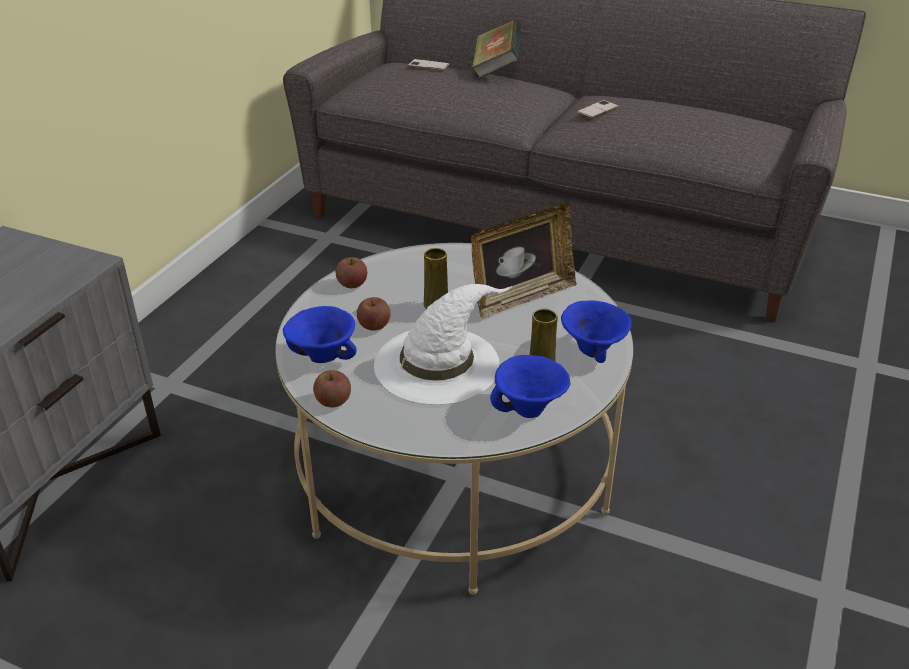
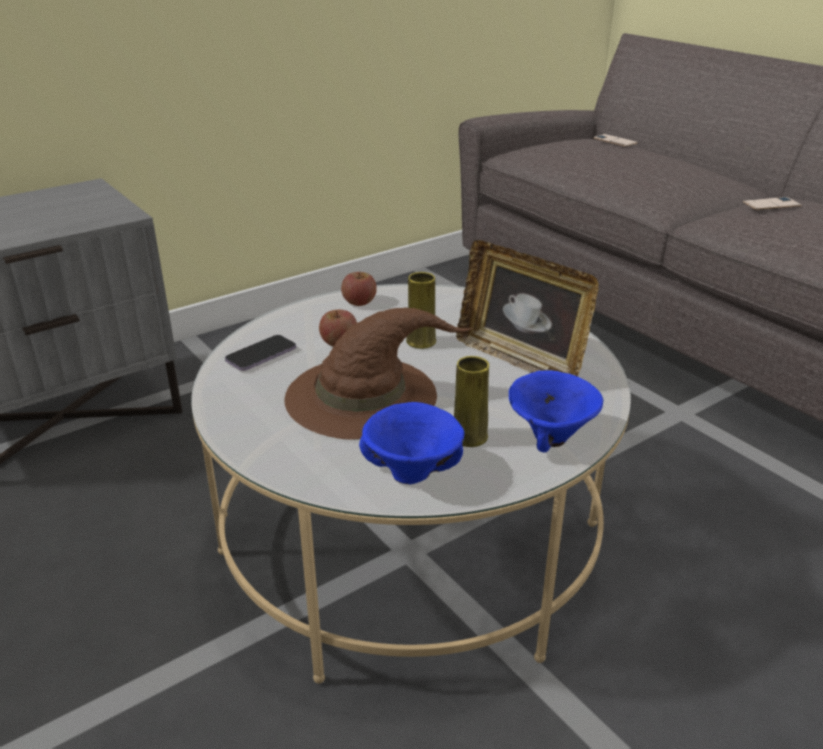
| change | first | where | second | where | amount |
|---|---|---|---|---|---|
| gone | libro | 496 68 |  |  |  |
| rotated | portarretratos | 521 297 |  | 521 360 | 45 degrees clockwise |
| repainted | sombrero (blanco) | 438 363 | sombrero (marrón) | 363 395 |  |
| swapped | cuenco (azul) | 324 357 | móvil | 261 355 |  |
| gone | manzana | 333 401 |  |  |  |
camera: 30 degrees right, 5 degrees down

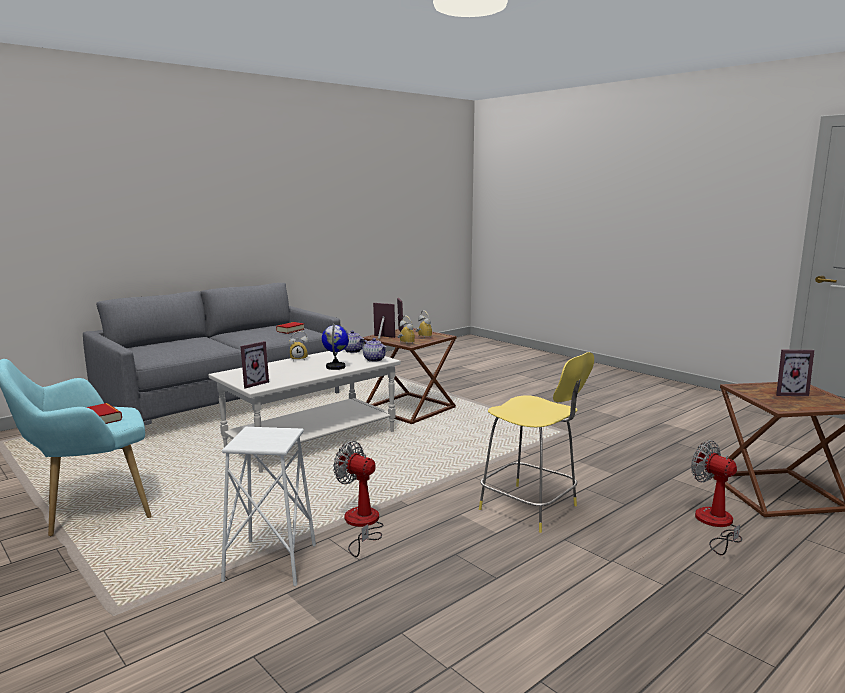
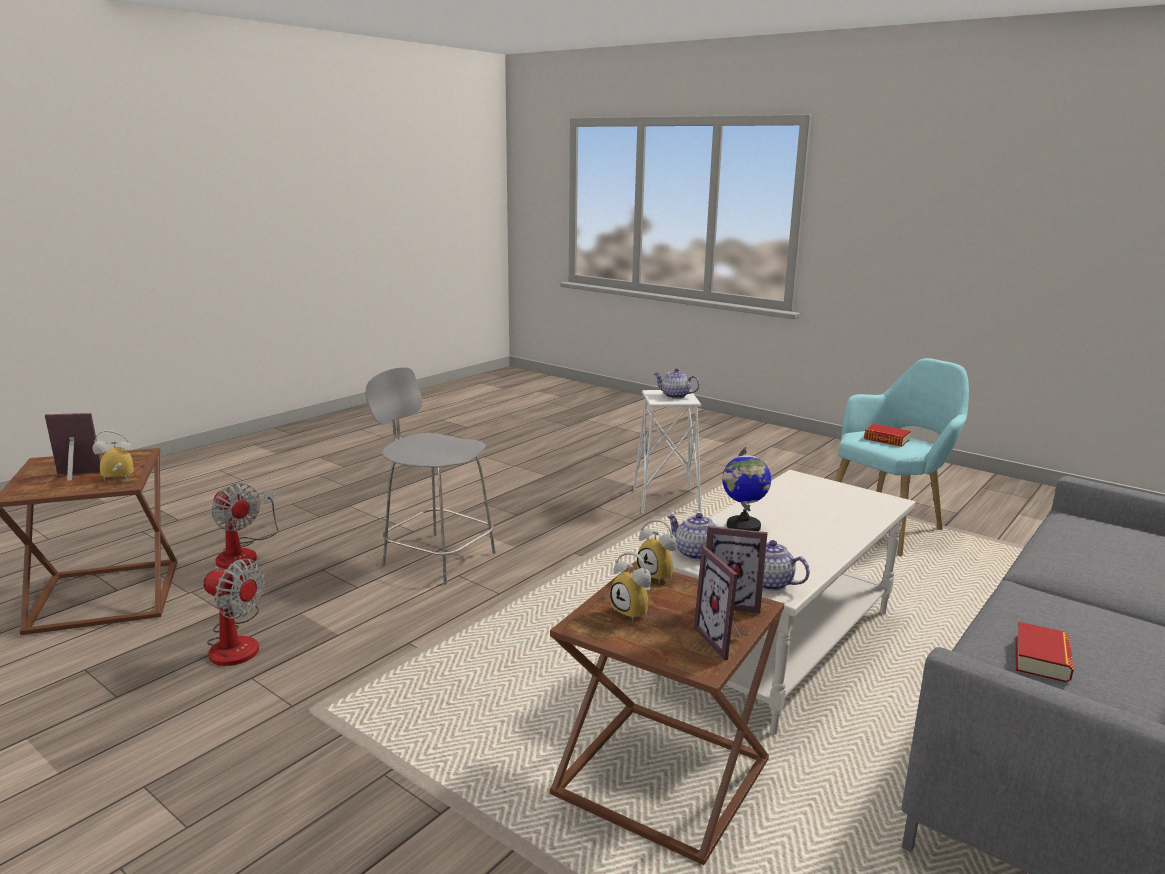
| change | first | where | second | where | amount |
|---|---|---|---|---|---|
| shifted | despertador | 299 359 |  | 117 479 |  |
| gone | portarretratos | 252 383 |  |  |  |
| repainted | taburete (amarillo) | 531 508 | taburete (gris) | 436 557 |  |
| shifted | ventilador | 361 524 |  | 236 642 |  |
| new |  |  | tetera | 675 396 |  |
camera: 170 degrees right, 5 degrees up

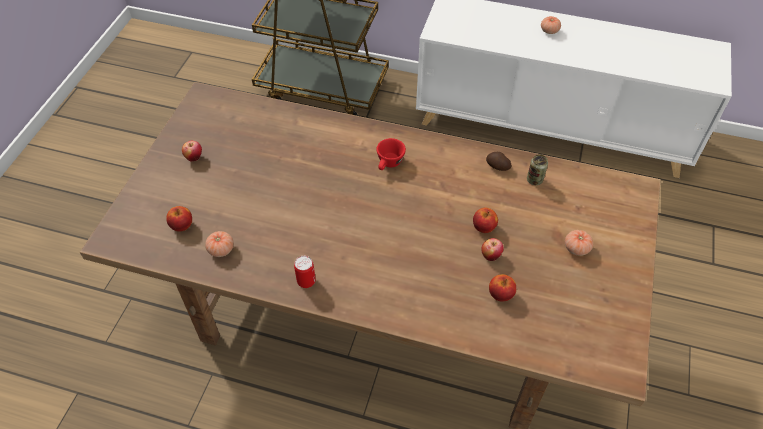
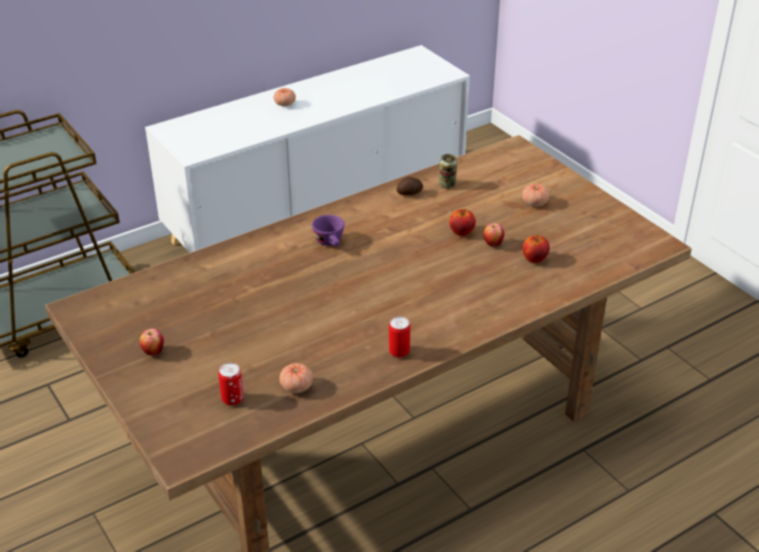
| change | first | where | second | where | amount |
|---|---|---|---|---|---|
| repainted | taza (rojo) | 389 164 | taza (morado) | 330 243 |  |
| swapped | manzana | 182 226 | lata | 232 399 |  |
camera: 50 degrees left, 15 degrees down

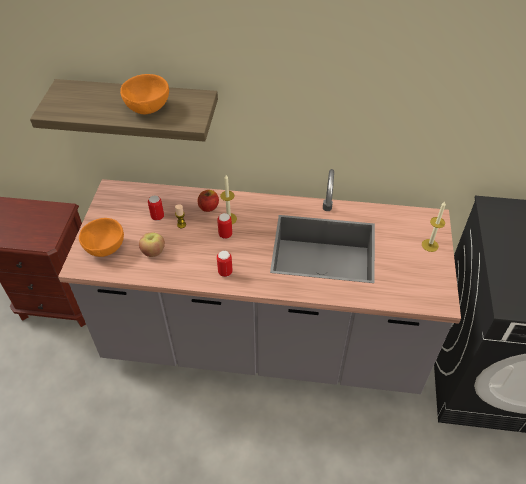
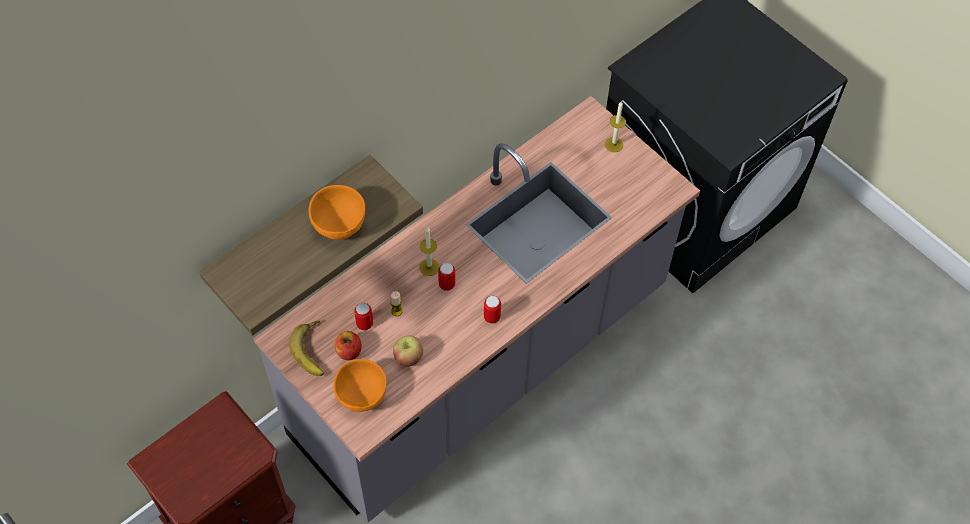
| change | first | where | second | where | amount |
|---|---|---|---|---|---|
| shifted | manzana | 208 207 |  | 349 351 |  |
| new |  |  | plátano | 314 350 |  |
camera: 50 degrees left, 10 degrees up

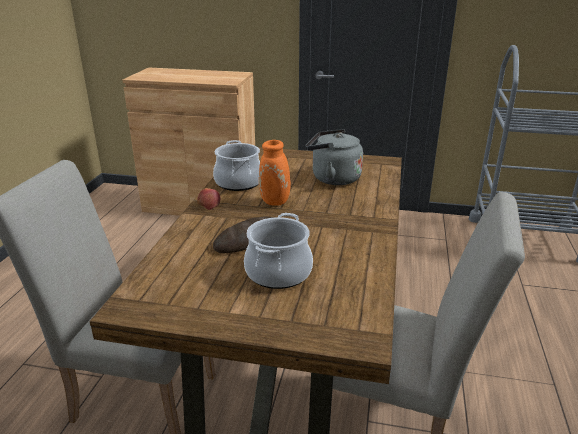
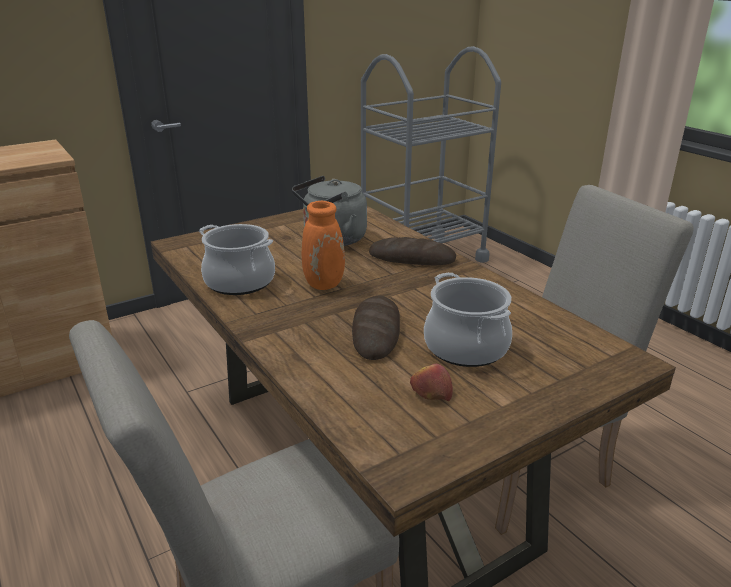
| change | first | where | second | where | amount |
|---|---|---|---|---|---|
| shifted | manzana | 208 204 |  | 430 392 |  |
| new |  |  | pan | 411 258 |  |
camera: 45 degrees left, 0 degrees up

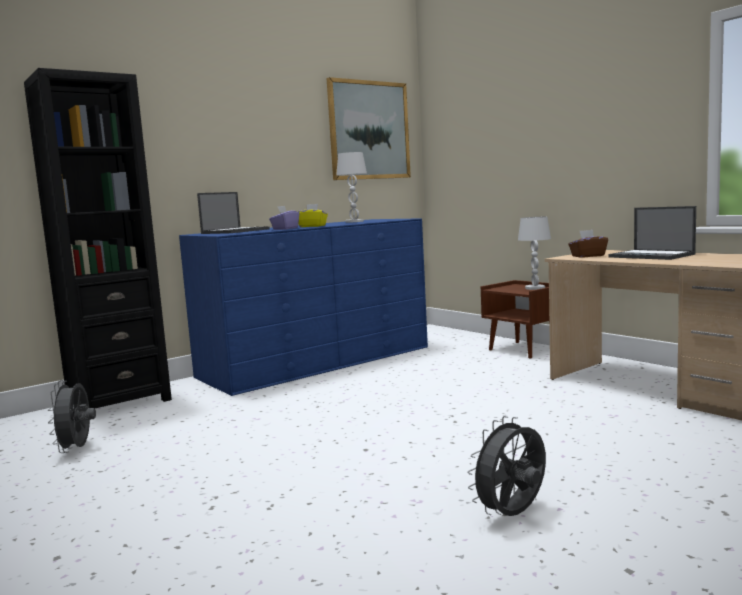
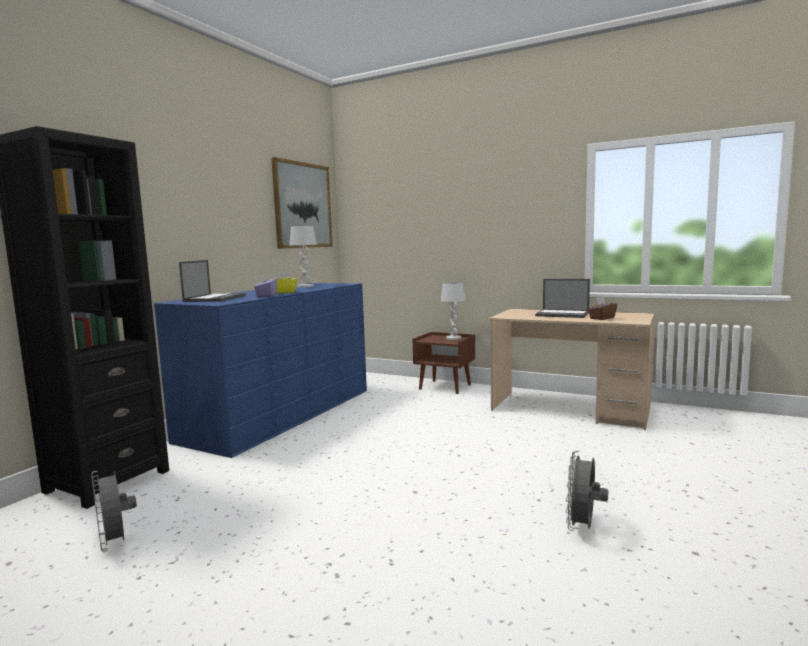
| change | first | where | second | where | amount |
|---|---|---|---|---|---|
| shifted | caja de pañuelos (marrón) | 587 256 |  | 601 318 |  |
camera: 25 degrees left, 0 degrees up

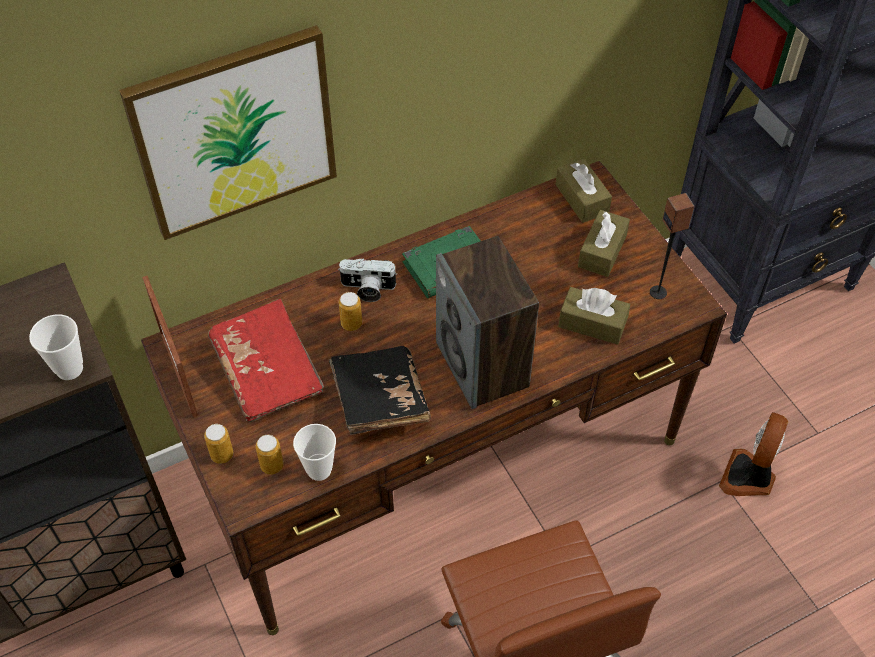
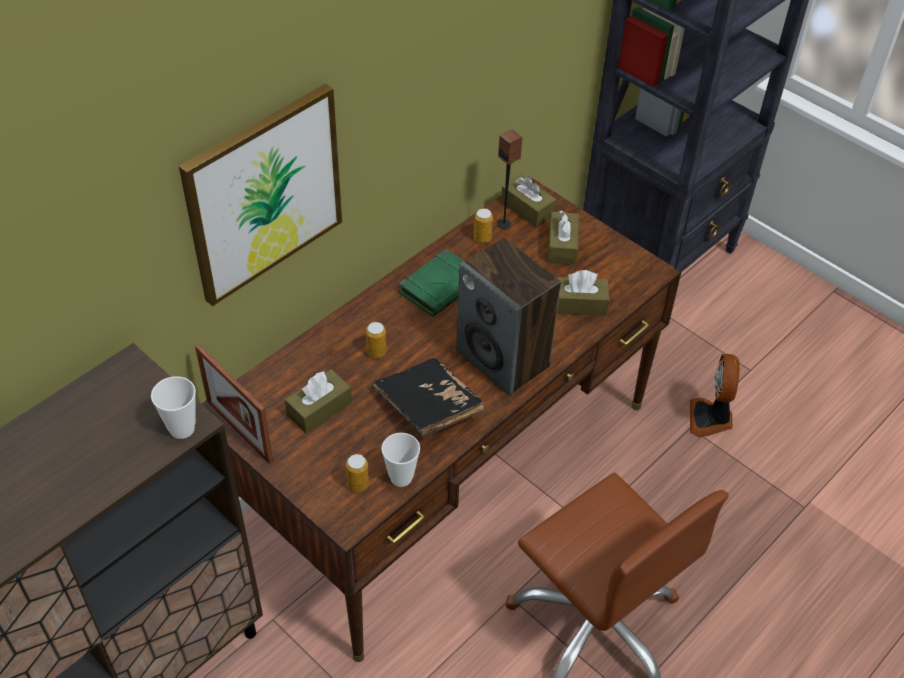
| change | first | where | second | where | amount |
|---|---|---|---|---|---|
| shifted | altavoz | 658 292 |  | 504 224 |  |
| gone | cámara | 367 289 |  |  |  |
| swapped | libro (rojo) | 267 371 | caja de pañuelos (marrón) | 319 409 |  |
| shifted | lata | 222 454 |  | 482 238 |  |
camera: 20 degrees left, 5 degrees down

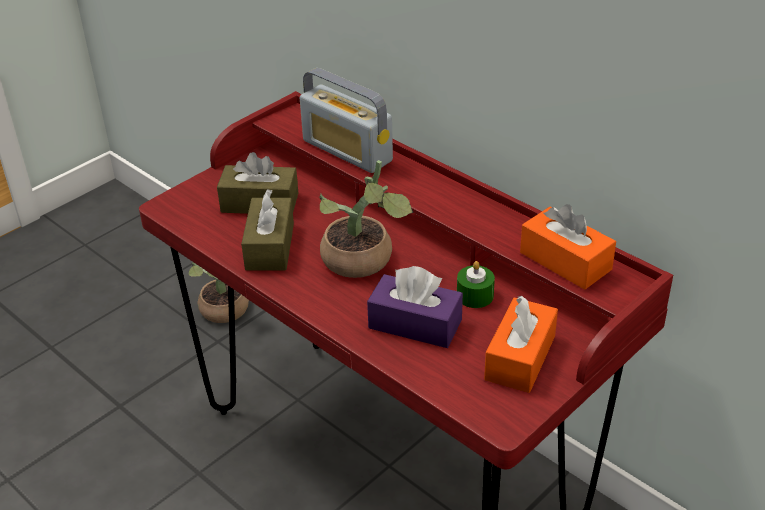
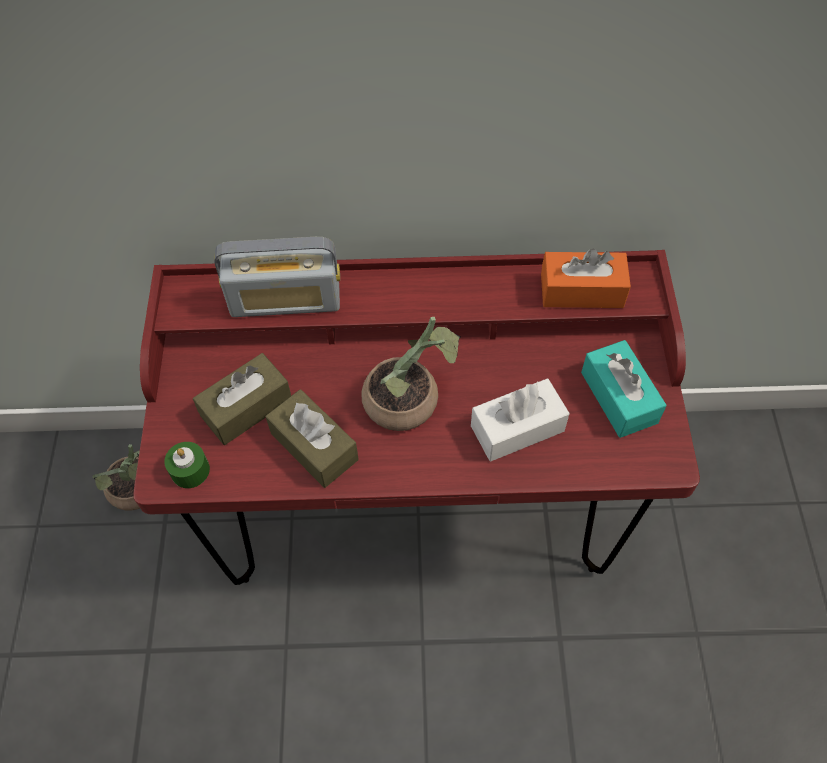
| change | first | where | second | where | amount |
|---|---|---|---|---|---|
| shifted | vela (verde) | 475 295 |  | 190 470 |  |
| repainted | caja de pañuelos (morado) | 415 324 | caja de pañuelos (blanco) | 517 428 |  |
| repainted | caja de pañuelos (naranja) | 520 357 | caja de pañuelos (turquesa) | 619 397 |  |
camera: 45 degrees left, 20 degrees up

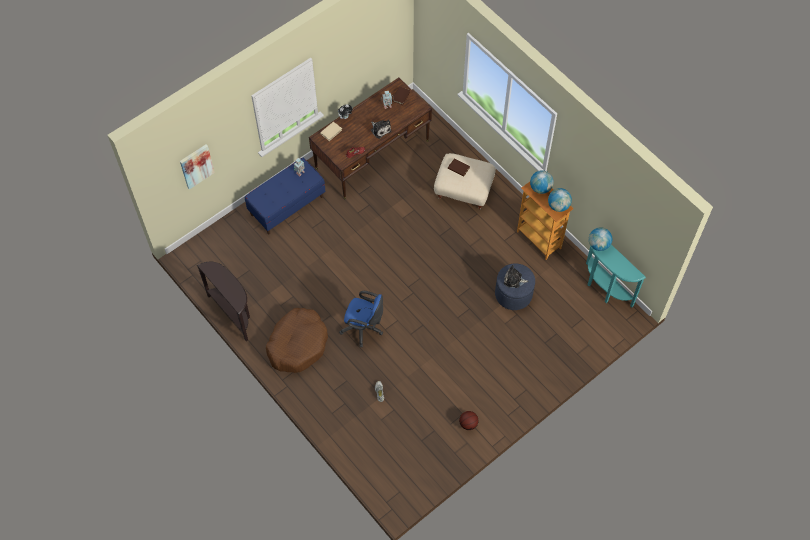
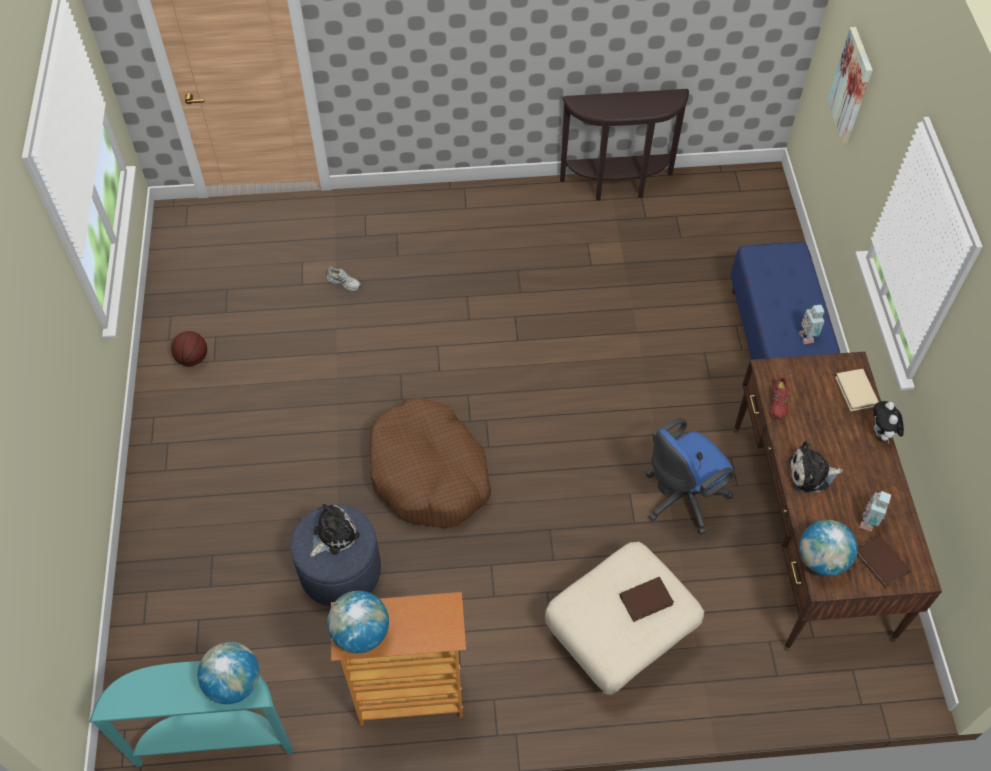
| change | first | where | second | where | amount |
|---|---|---|---|---|---|
| shifted | globo terráqueo | 540 188 |  | 821 560 |  |
| shifted | silla de oficina (azul) | 364 328 |  | 680 499 |  |
| shifted | cama para perro (marrón) | 297 344 |  | 429 473 |  |
camera: 125 degrees right, 5 degrees down

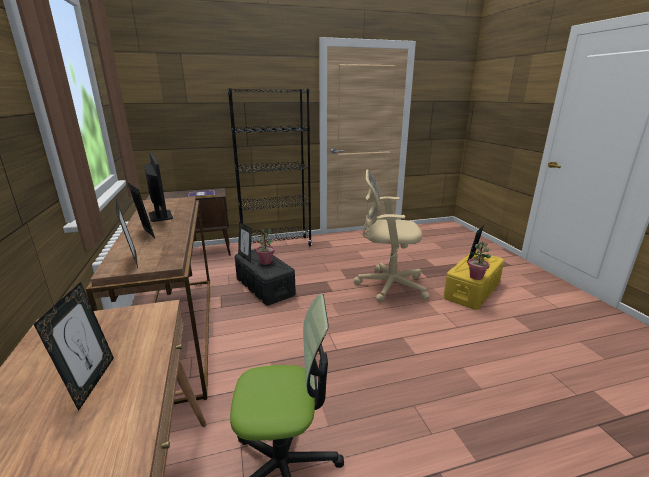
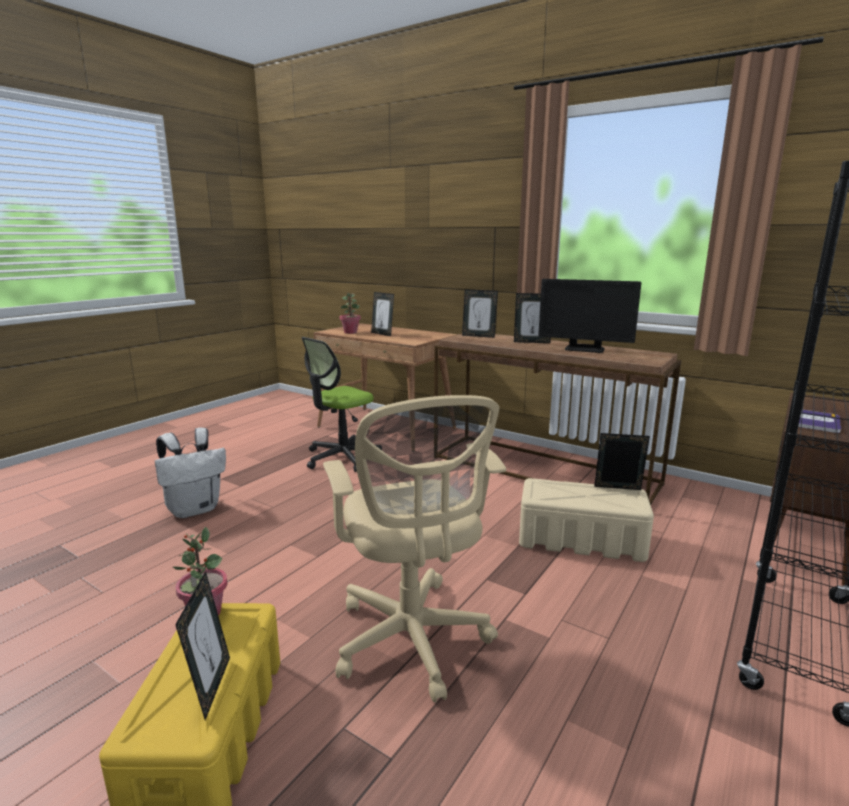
| change | first | where | second | where | amount |
|---|---|---|---|---|---|
| rotated | silla de oficina (beis) | 387 285 |  | 412 642 | 105 degrees clockwise |
| shifted | planta en maceta | 266 262 |  | 350 332 |  |
| repainted | caja de almacenaje (negro) | 265 287 | caja de almacenaje (beis) | 579 540 |  |
| new |  |  | mochila (blanco) | 195 509 |  |
camera: 140 degrees right, 5 degrees down

